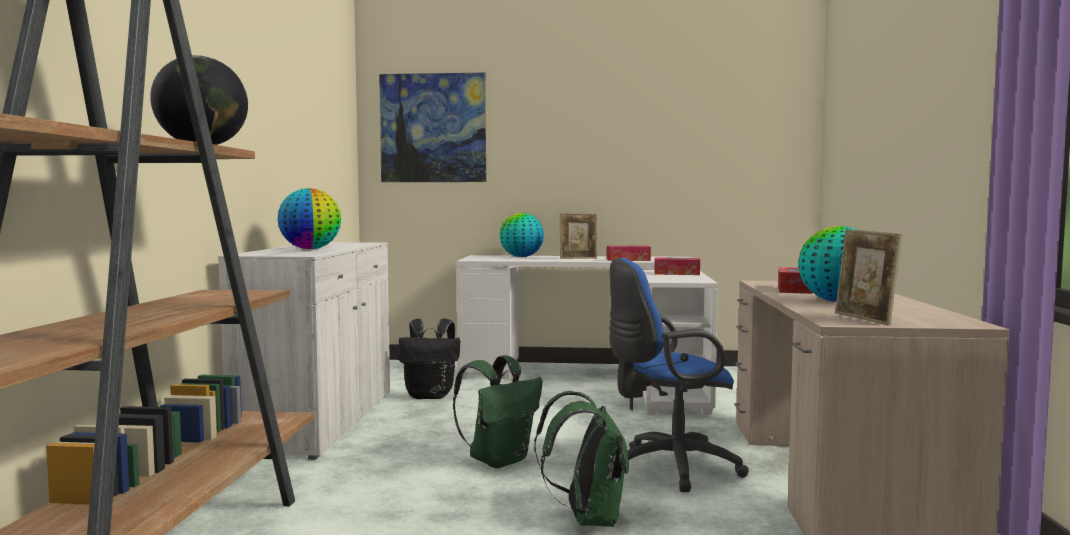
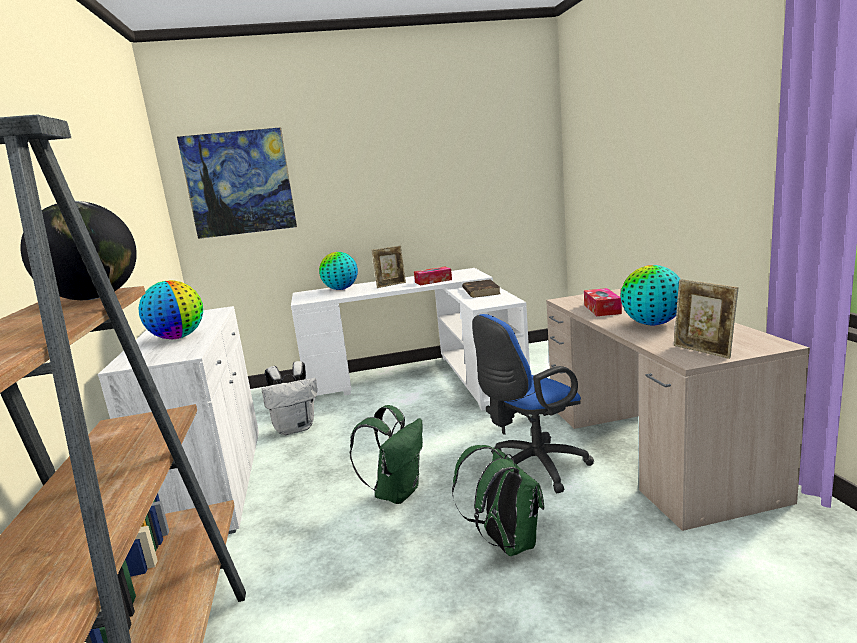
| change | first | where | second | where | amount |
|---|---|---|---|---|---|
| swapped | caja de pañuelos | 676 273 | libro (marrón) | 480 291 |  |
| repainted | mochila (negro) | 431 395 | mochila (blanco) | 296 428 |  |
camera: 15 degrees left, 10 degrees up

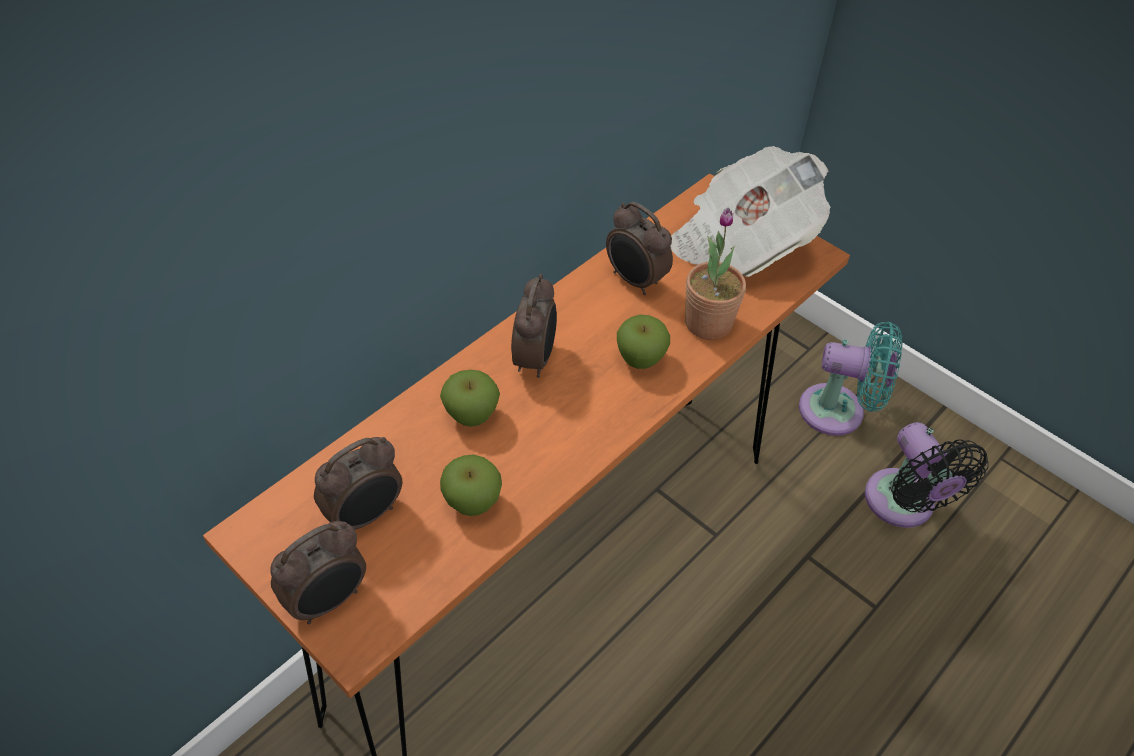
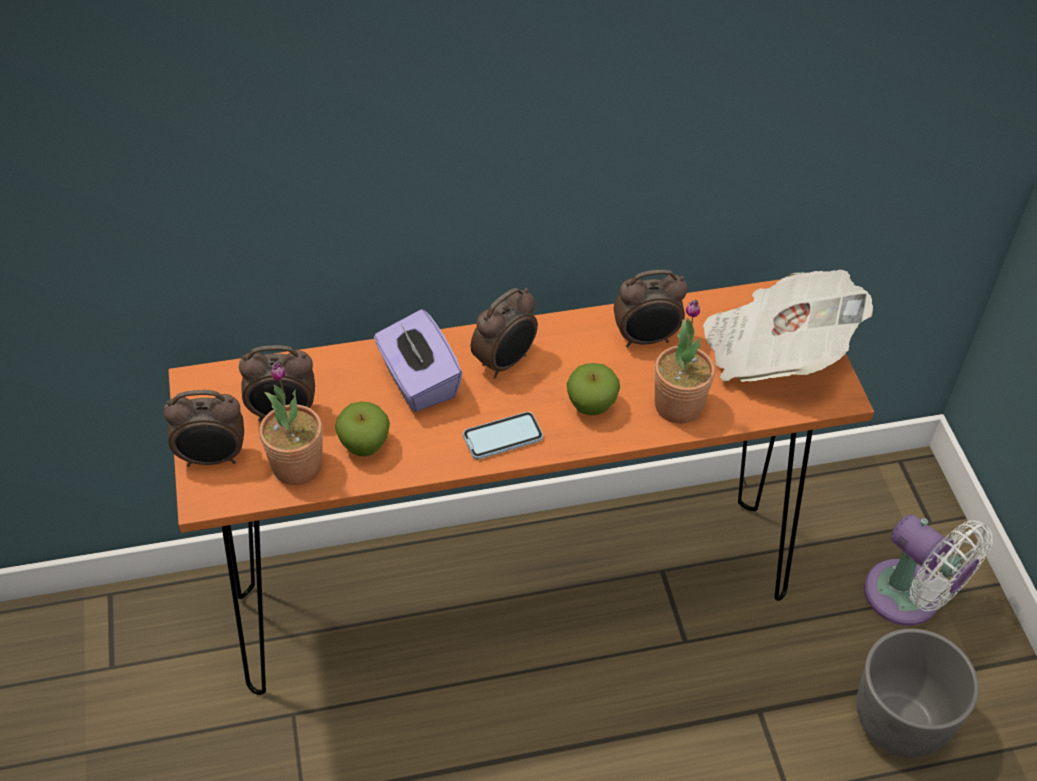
| change | first | where | second | where | amount |
|---|---|---|---|---|---|
| rotated | despertador | 635 281 |  | 646 339 | 90 degrees counterclockwise |
| repainted | ventilador (turquesa) | 838 411 | ventilador (blanco) | 909 599 |  |
| swapped | manzana | 471 415 | caja de pañuelos (morado) | 418 381 |  |
| swapped | ventilador (negro) | 903 505 | maceta (gris) | 900 722 |  |
| new |  |  | planta en maceta | 297 465 |  |
| new |  |  | móvil | 503 437 |  |
camera: 35 degrees right, 0 degrees up

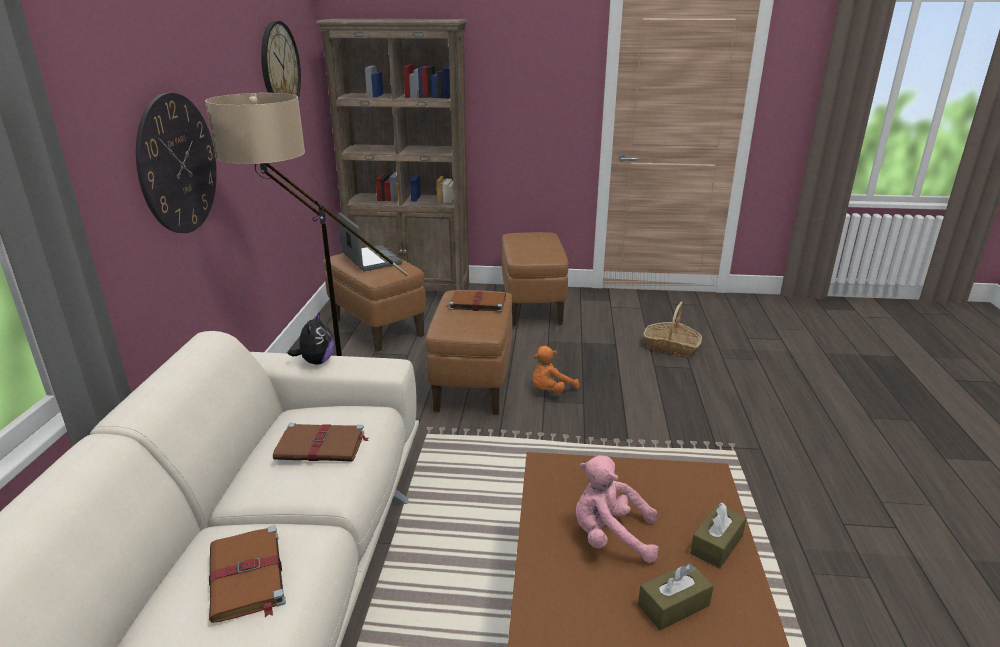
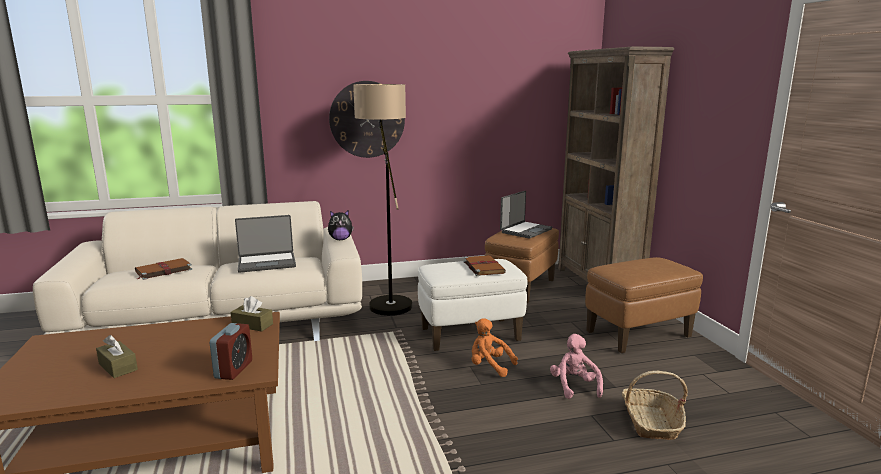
| change | first | where | second | where | amount |
|---|---|---|---|---|---|
| gone | reloj de pared | 279 67 |  |  |  |
| repainted | puf (marrón) | 473 384 | puf (blanco) | 470 334 |  |
| swapped | libro (marrón) | 322 446 | portátil | 267 263 |  |
| shifted | peluche (rosa) | 610 537 |  | 574 386 |  |
| shifted | caja de pañuelos (marrón) | 716 544 |  | 252 325 |  |
| new |  |  | despertador | 233 369 |  |
camera: 70 degrees right, 10 degrees down

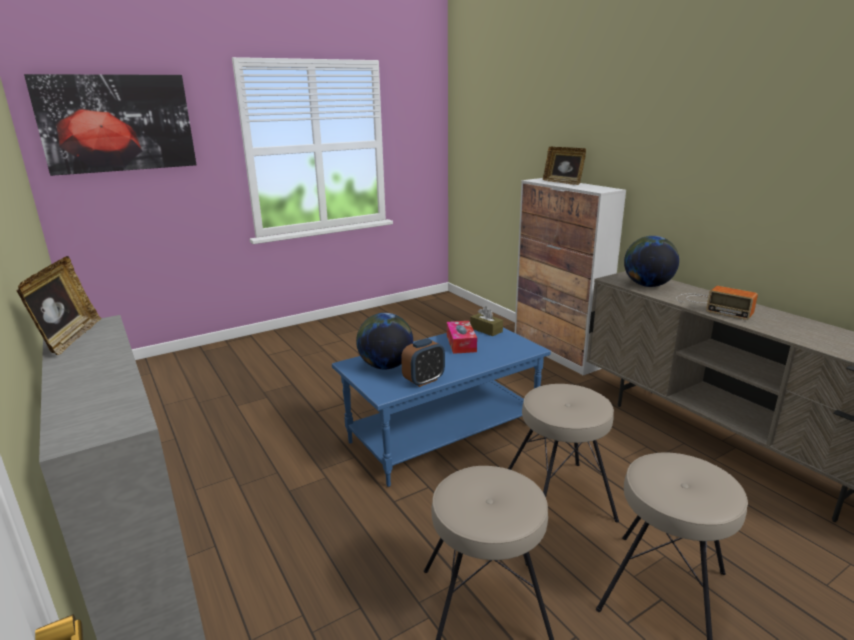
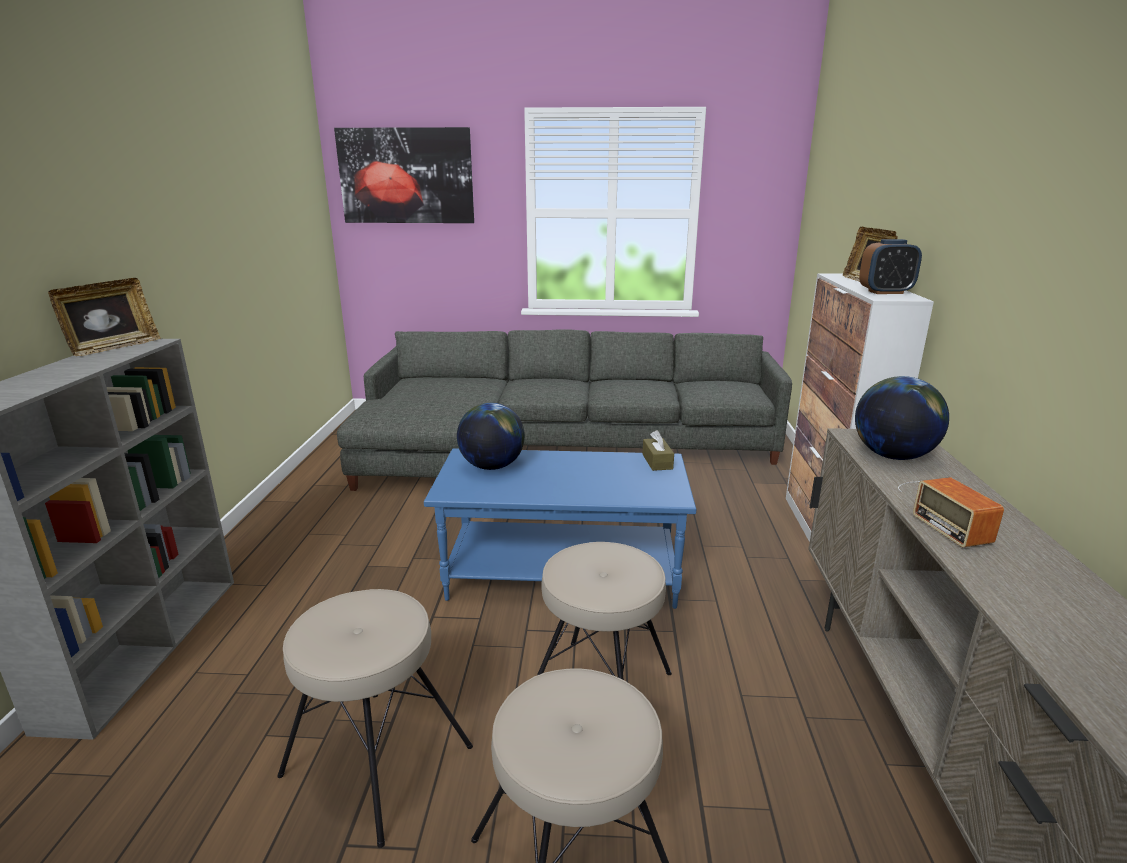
| change | first | where | second | where | amount |
|---|---|---|---|---|---|
| gone | caja de pañuelos | 461 343 |  |  |  |
| shifted | despertador | 424 380 |  | 885 292 |  |
| new |  |  | sofá (gris) | 551 447 |  |
camera: 35 degrees right, 0 degrees up

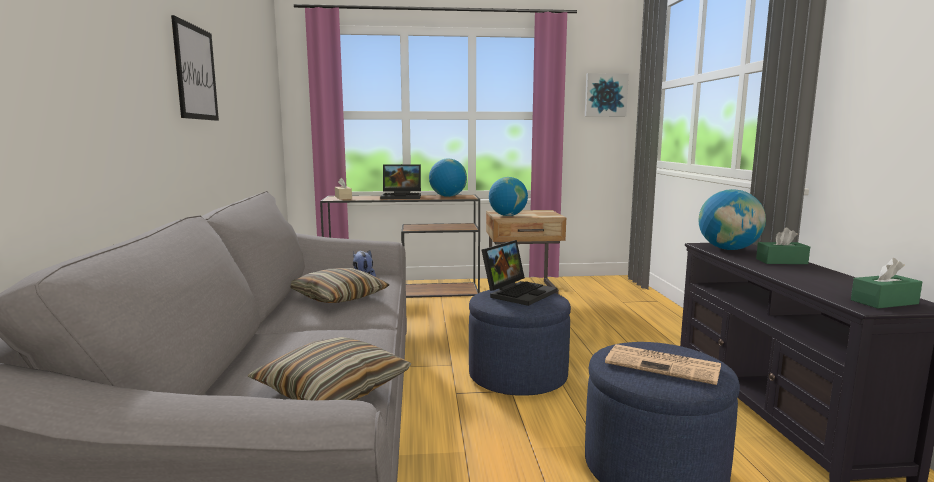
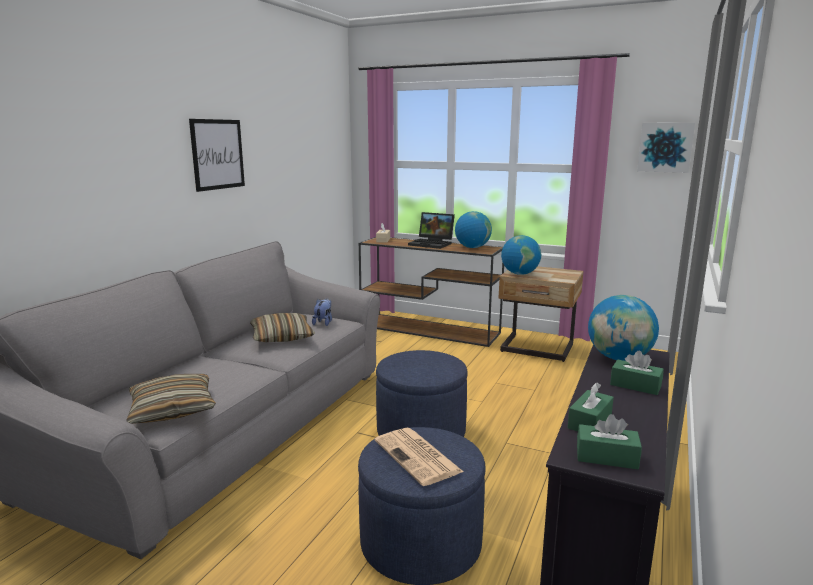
| change | first | where | second | where | amount |
|---|---|---|---|---|---|
| gone | portátil | 519 293 |  |  |  |
| new |  |  | caja de pañuelos (verde) | 589 422 |  |
camera: 30 degrees right, 5 degrees up

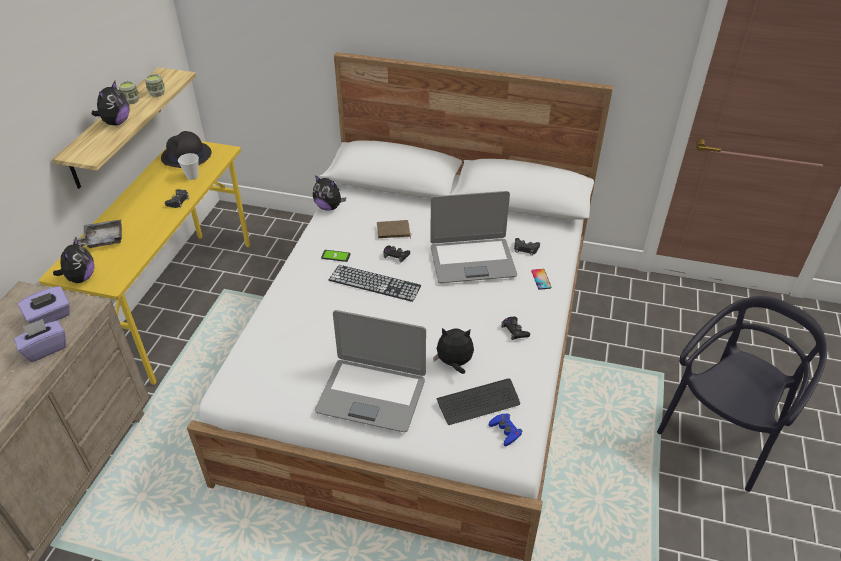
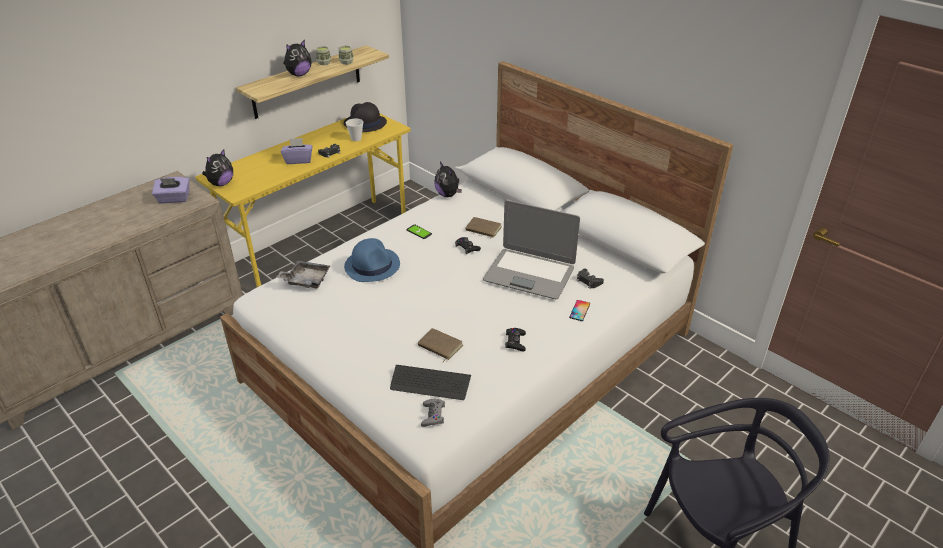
| change | first | where | second | where | amount |
|---|---|---|---|---|---|
| shifted | bandeja (gris) | 102 240 |  | 306 280 |  |
| gone | teclado | 374 283 |  |  |  |
| gone | portátil | 371 394 |  |  |  |
| shifted | caja de pañuelos (morado) | 45 348 |  | 298 160 |  |
| swapped | peluche | 454 363 | libro (marrón) | 439 346 |  |
| repainted | mando de consola (azul) | 505 431 | mando de consola (gris) | 433 415 |  |
| new |  |  | sombrero (azul) | 372 265 |  |
camera: 30 degrees right, 5 degrees down

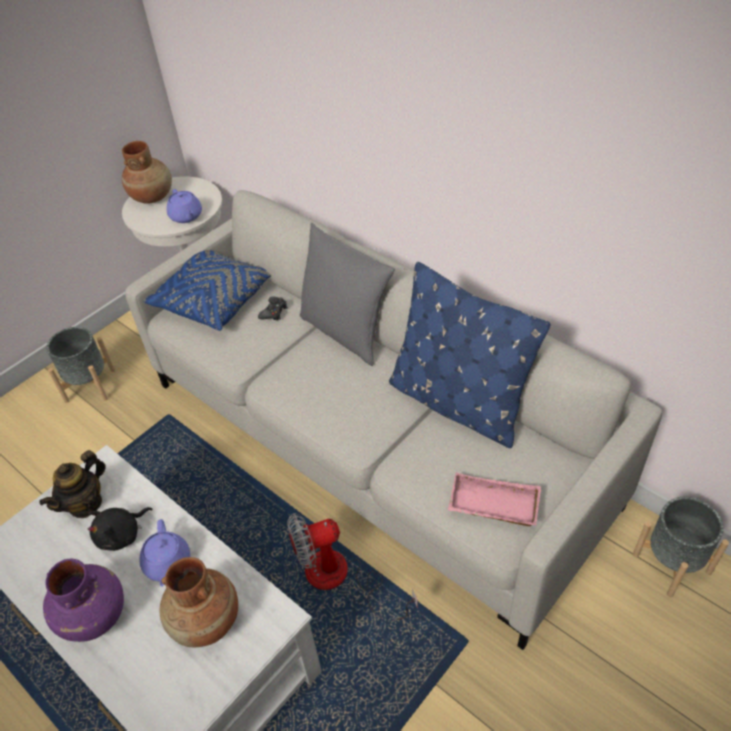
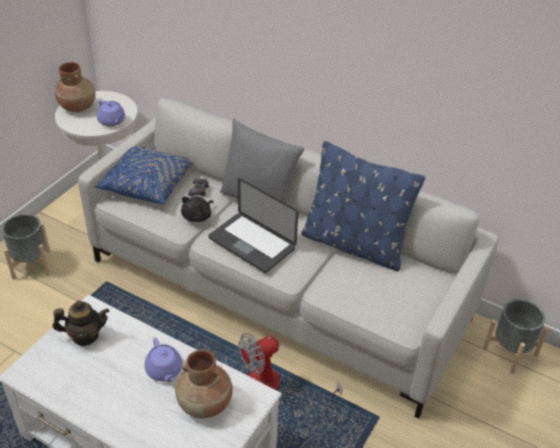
| change | first | where | second | where | amount |
|---|---|---|---|---|---|
| rotated | tetera | 85 503 |  | 85 336 | 120 degrees counterclockwise |
| gone | bandeja (rosa) | 492 506 |  |  |  |
| shifted | peluche (negro) | 122 535 |  | 198 216 |  |
| gone | florero (morado) | 93 615 |  |  |  |
| new |  |  | portátil | 251 243 |  |
camera: 15 degrees left, 5 degrees down

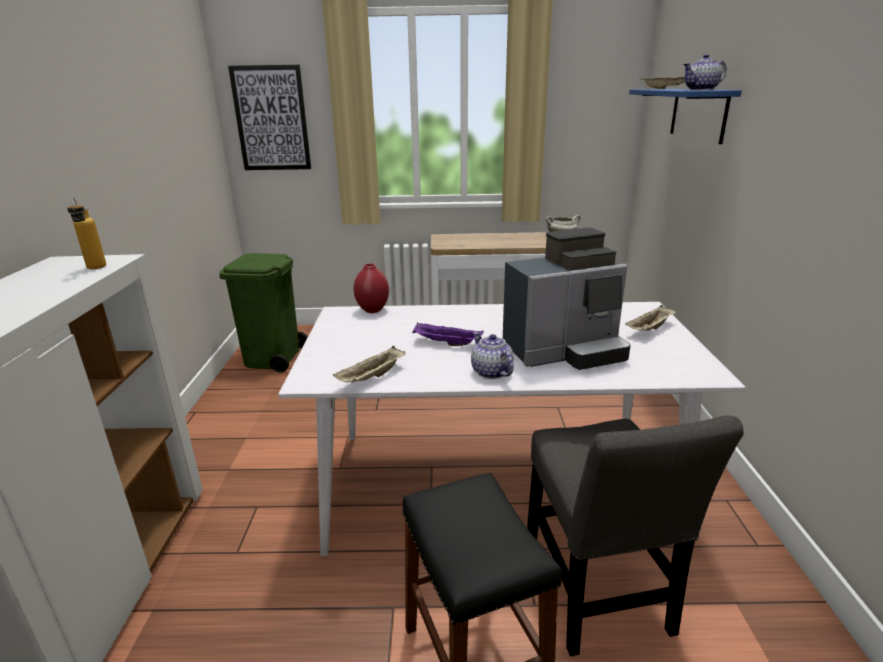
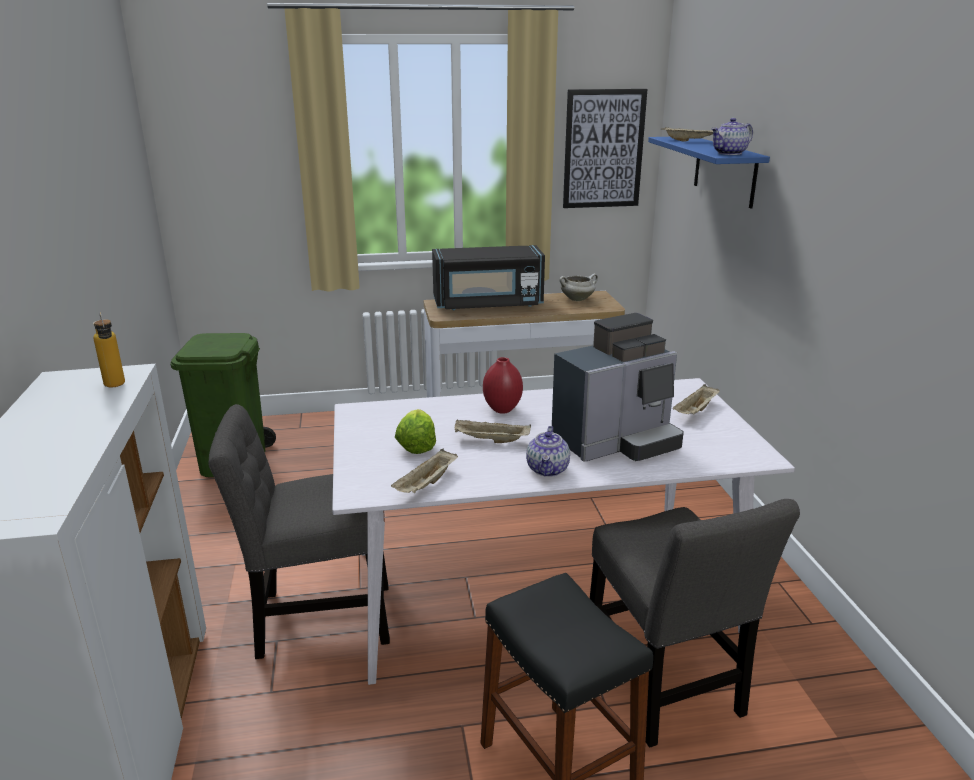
| change | first | where | second | where | amount |
|---|---|---|---|---|---|
| shifted | cuadro | 271 119 |  | 603 149 |  |
| shifted | florero (rojo) | 372 310 |  | 501 409 |  |
| repainted | bandeja (morado) | 445 343 | bandeja (beis) | 490 441 |  |
| rotated | tetera | 490 372 |  | 548 469 | 135 degrees counterclockwise |
| new |  |  | microondas (negro) | 488 304 |  |
| new |  |  | silla (gris) | 316 619 |  |
| new |  |  | lechuga | 416 445 |  |
camera: 10 degrees left, 0 degrees up

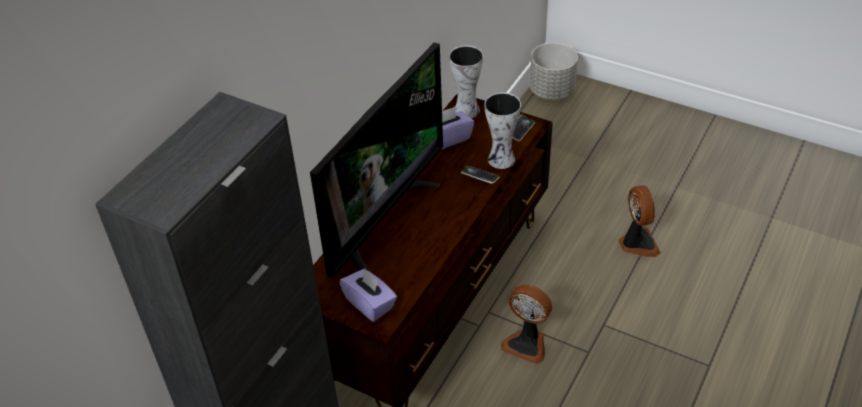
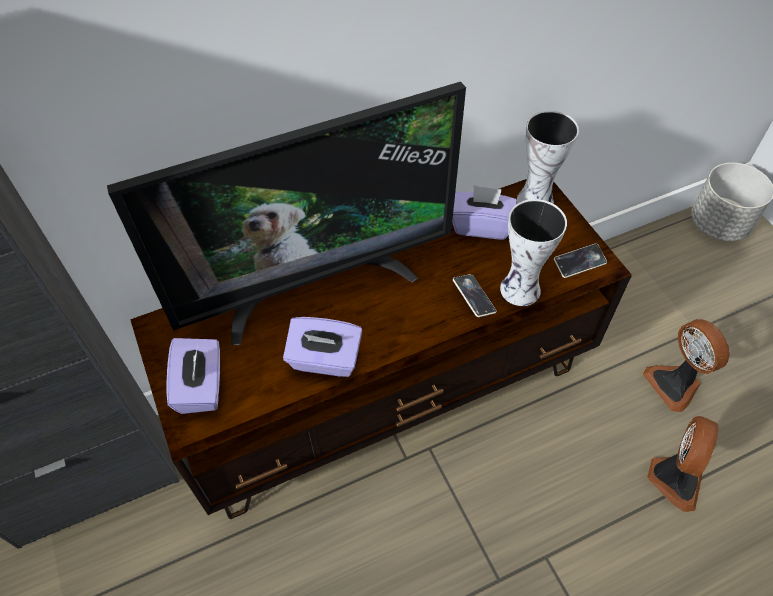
| change | first | where | second | where | amount |
|---|---|---|---|---|---|
| shifted | ventilador | 527 343 |  | 675 384 |  |
| new |  |  | caja de pañuelos (morado) | 325 360 |  |
camera: 35 degrees right, 10 degrees up

